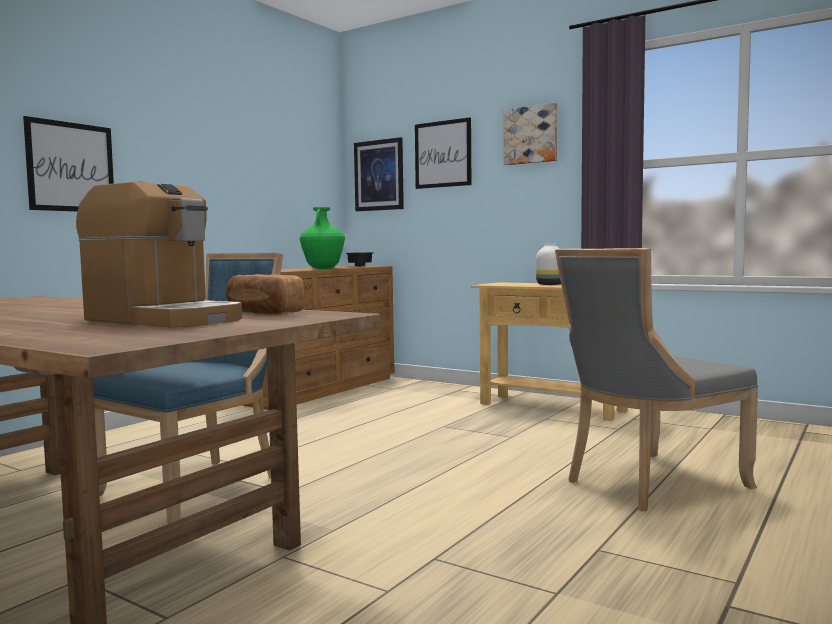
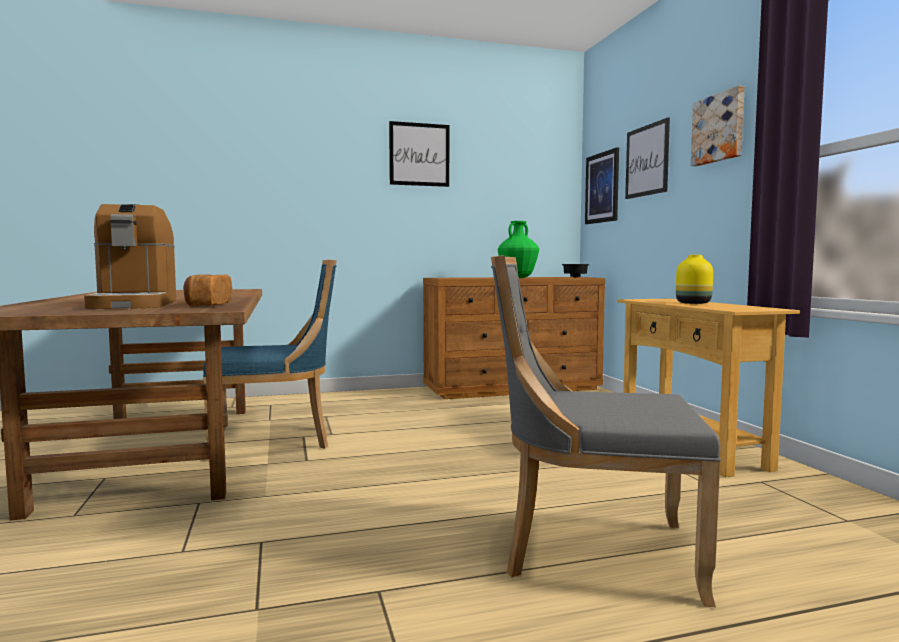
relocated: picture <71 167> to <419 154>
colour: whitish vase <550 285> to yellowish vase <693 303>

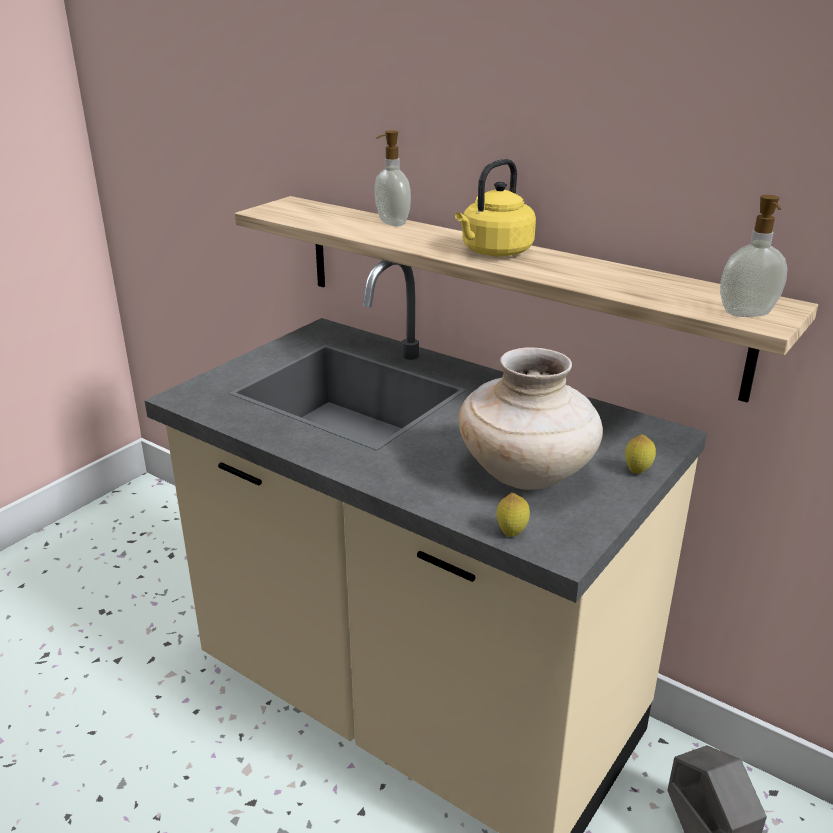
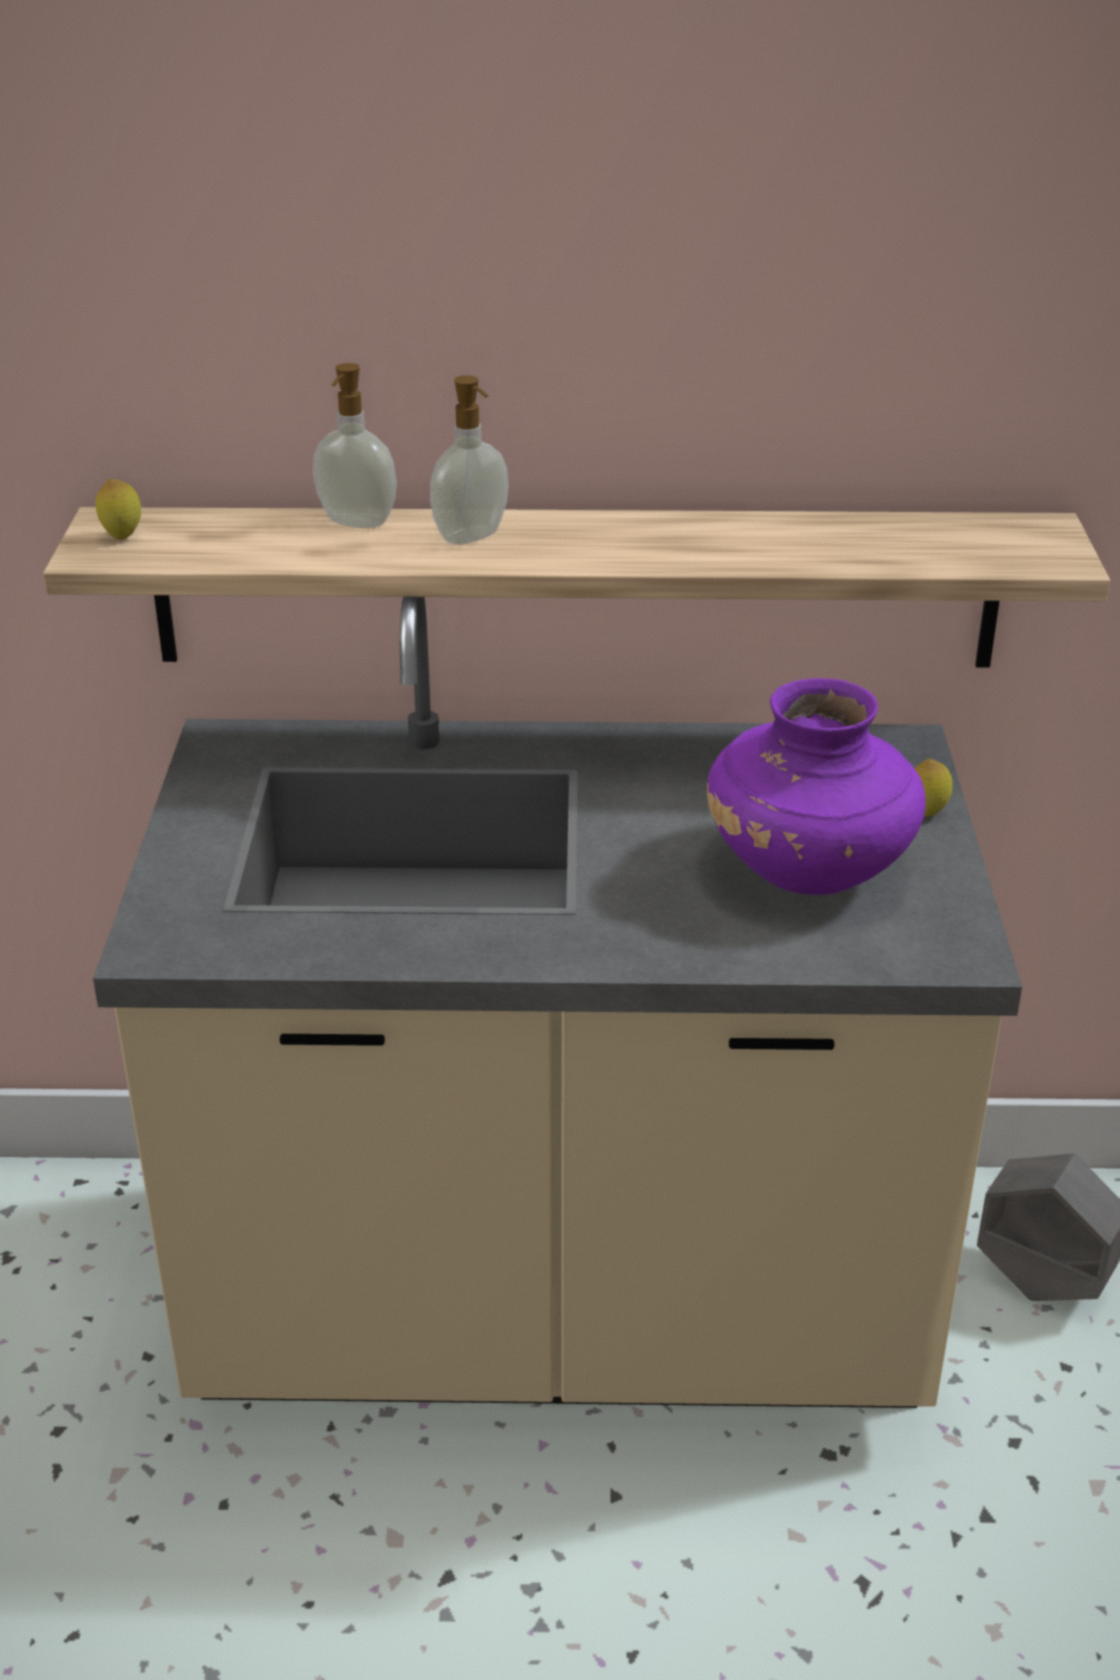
missing: yellowish water kettle <494 252>
relocated: whole lemon <511 533> to <122 536>; soap bottle <747 314> to <472 537>
colour: sand-coloured vase <527 475> to purplish vase <810 870>

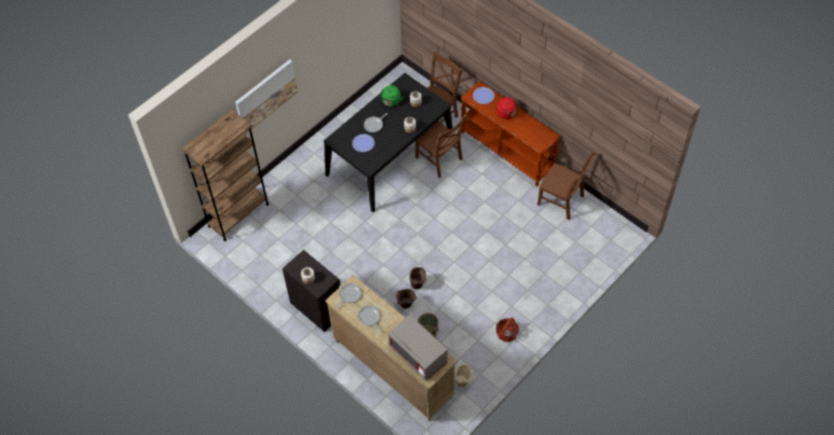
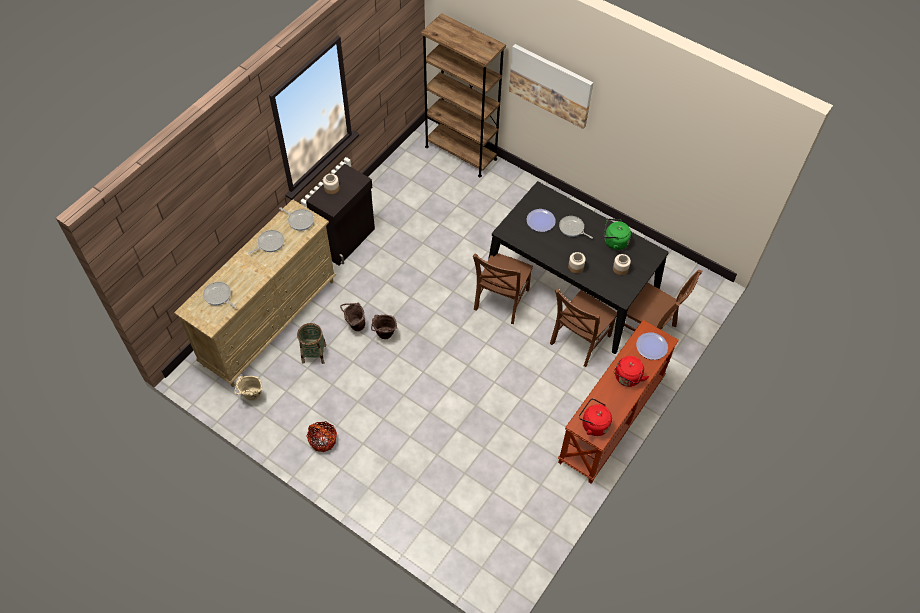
appeared: red water kettle <593 424>
relocated: brownish chair <562 201> to <500 301>
exchanged: greyish microwave <418 355> to skillet <218 296>

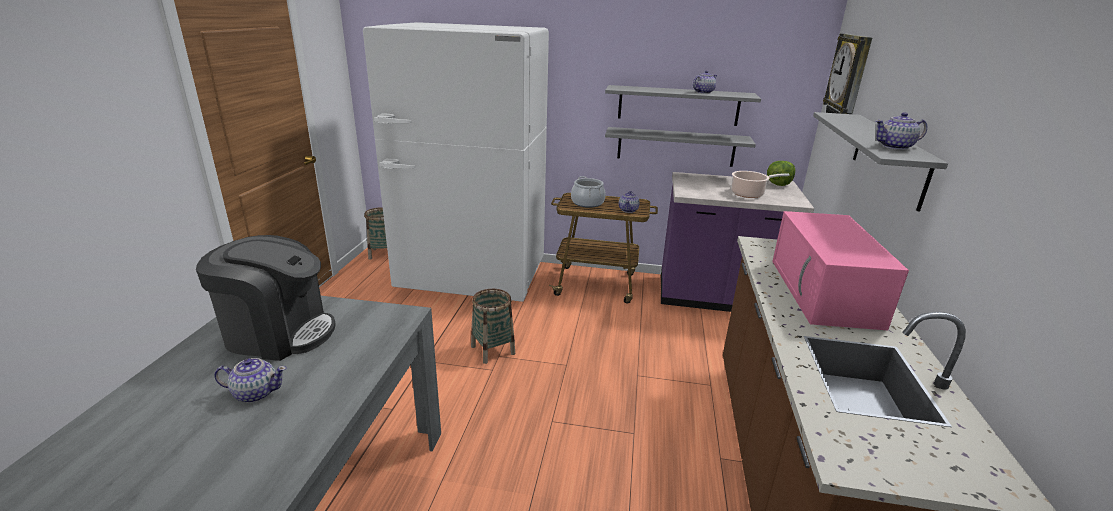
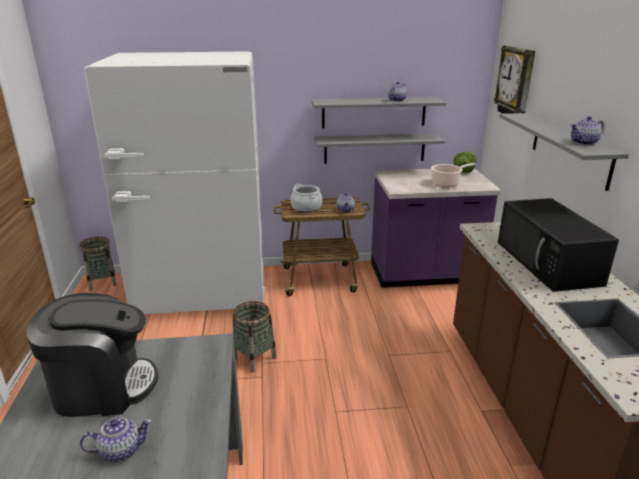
colour: pinkish microwave <825 293> to blackish microwave <549 263>

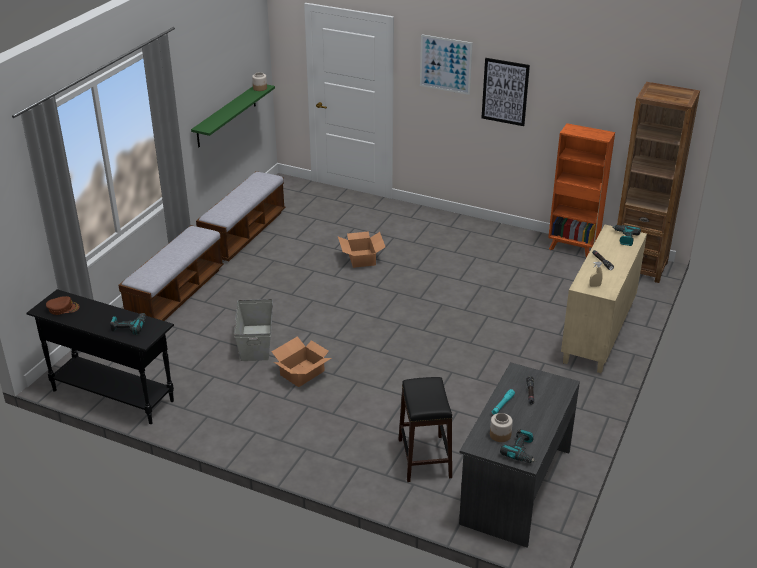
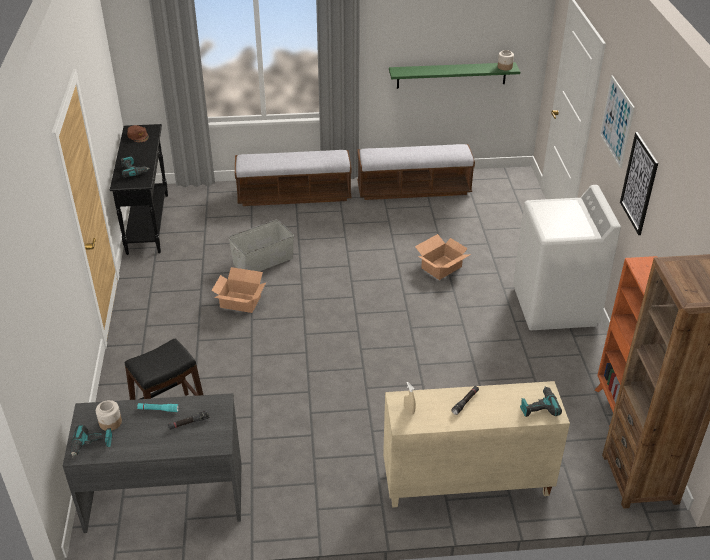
appeared: whitish laundry machine <555 306>

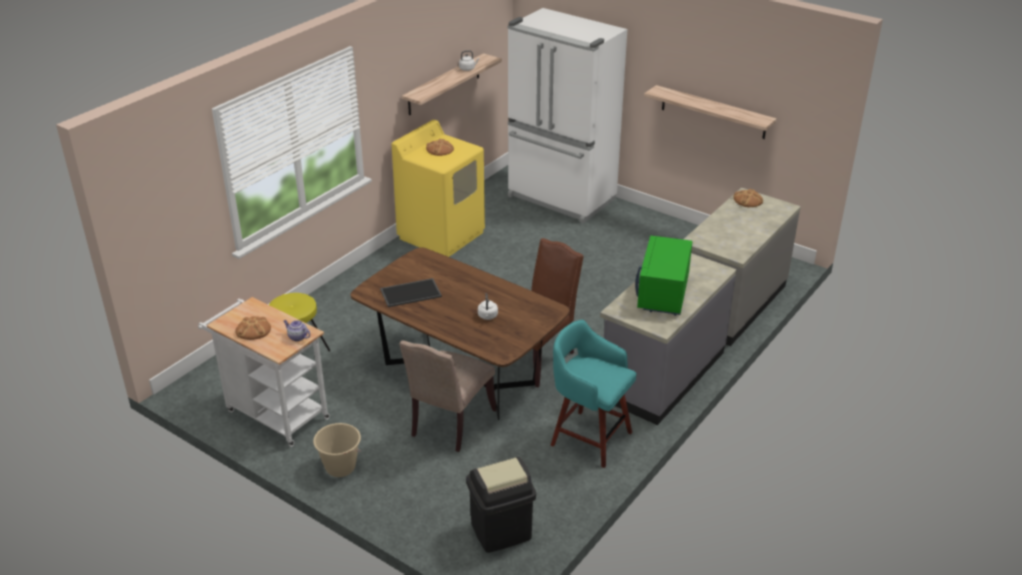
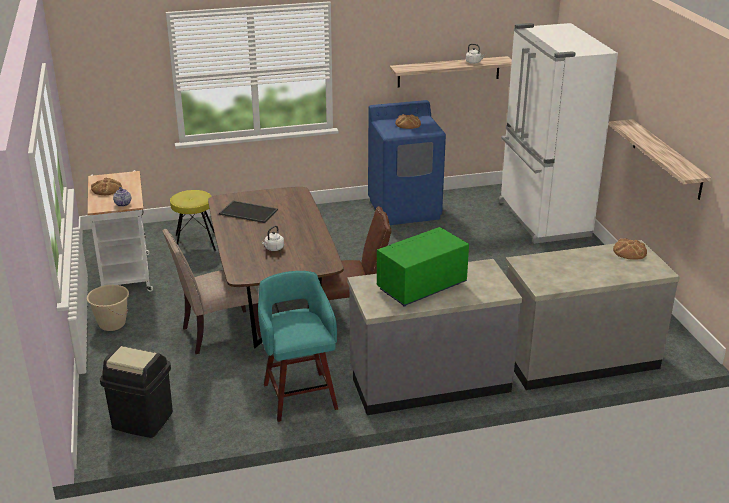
colour: yellowish laundry machine <441 235> to blue-coloured laundry machine <405 209>

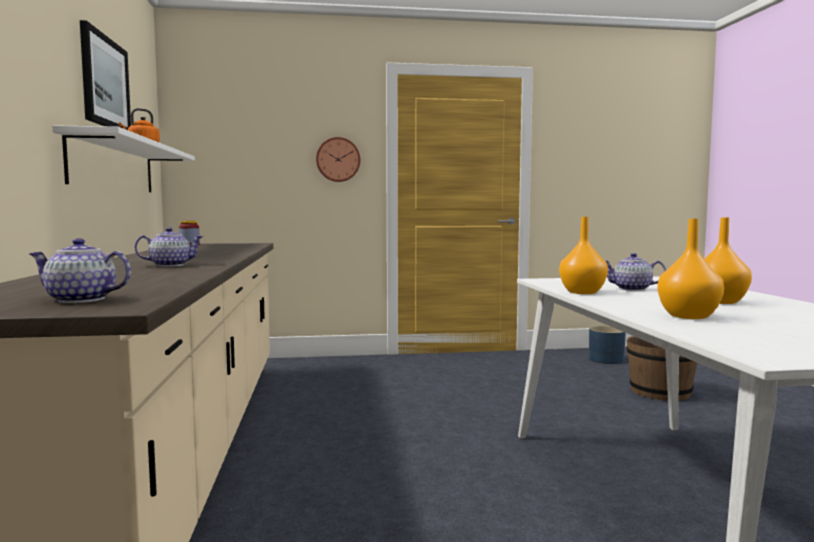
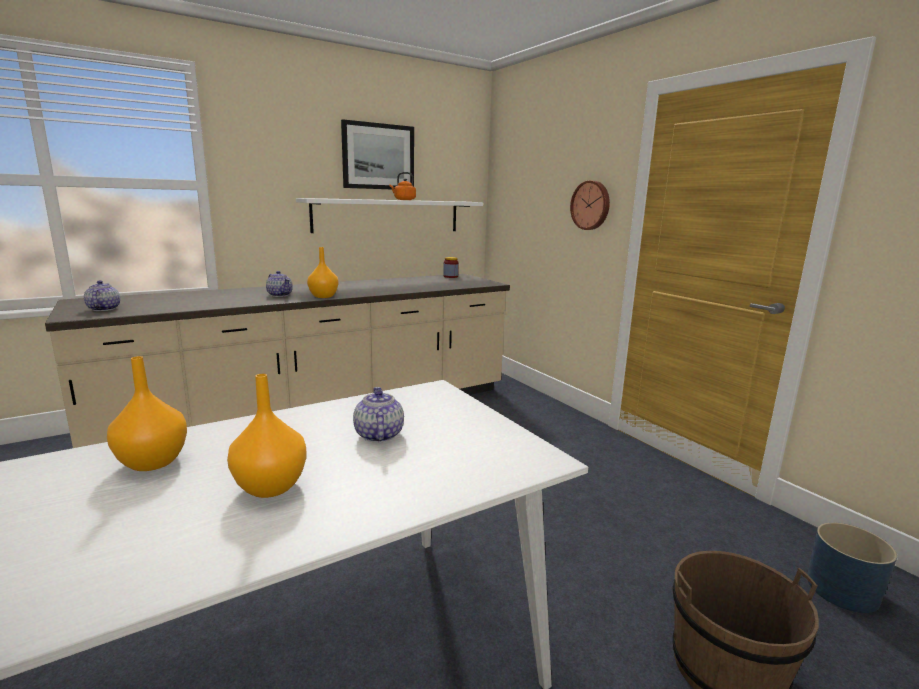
relocated: orange vase <582 292> to <323 296>

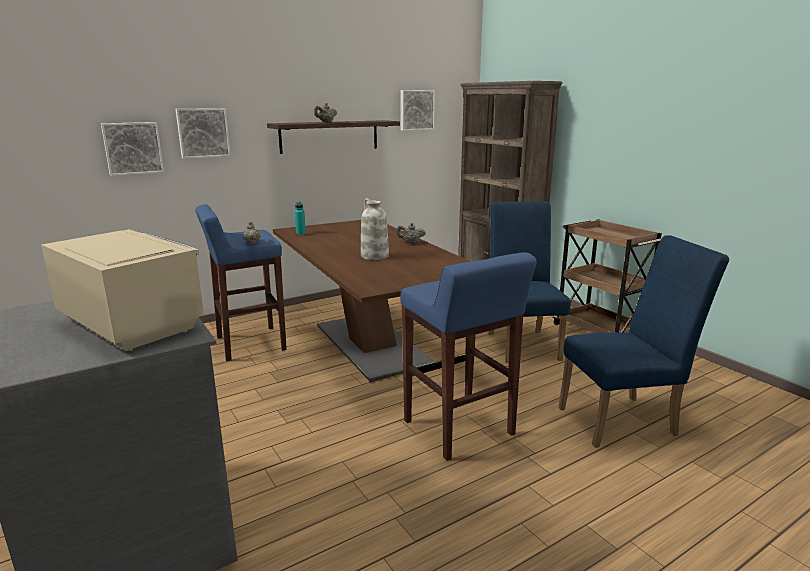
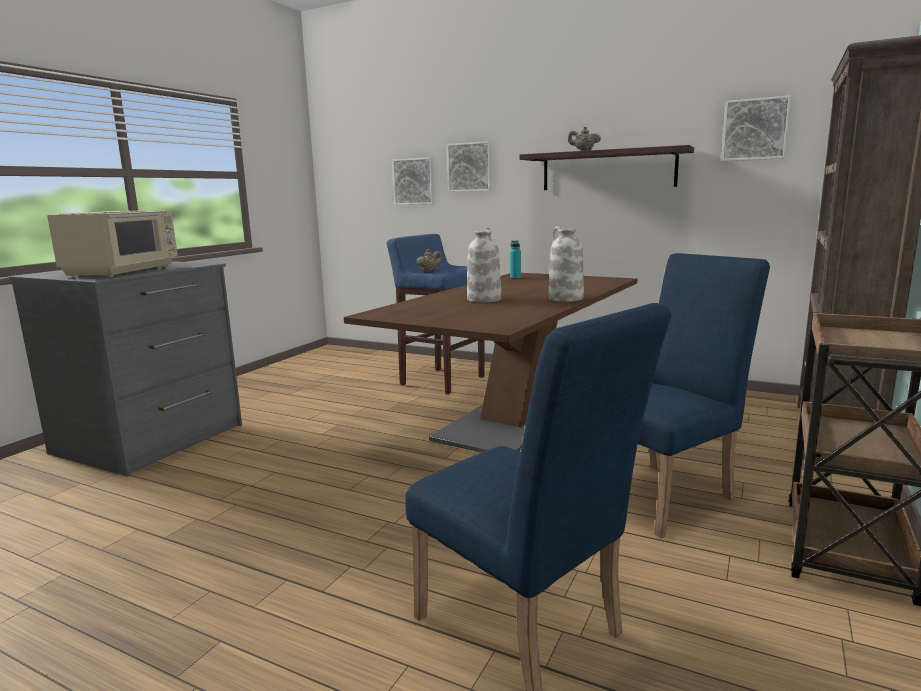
missing: blue-coloured stool <459 429>
exchanged: sand-coloured tea pot <411 243> to whitish vase <565 298>

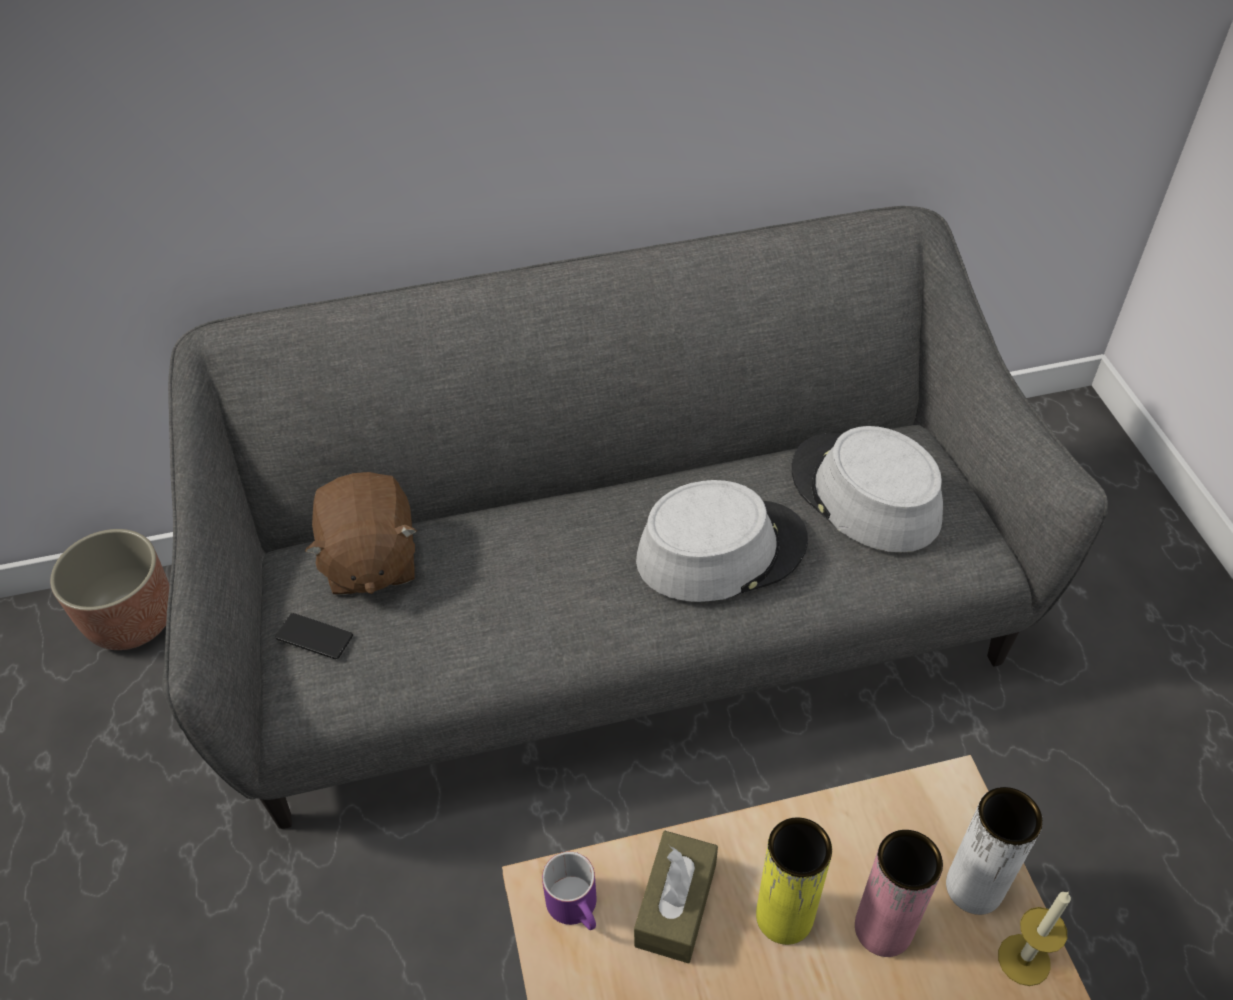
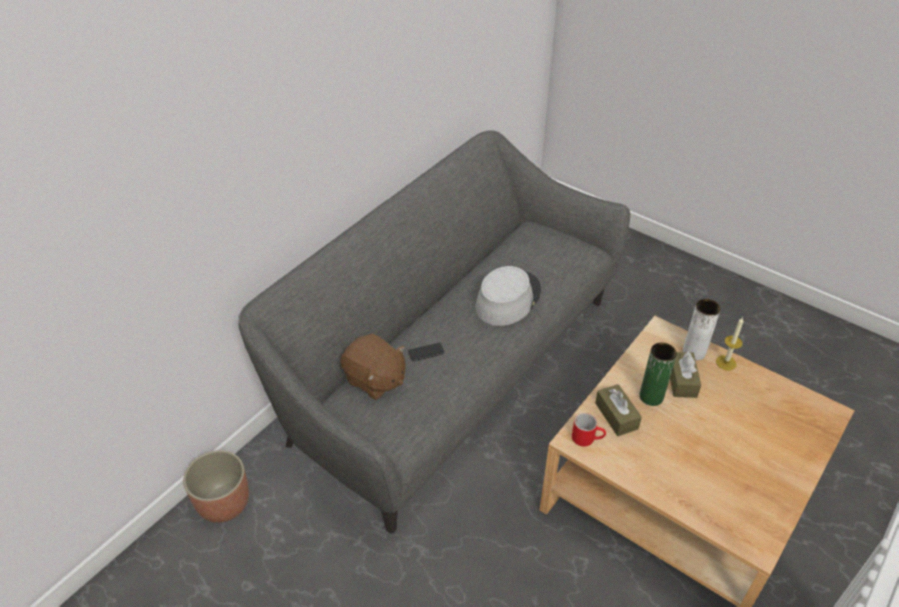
missing: greyish hat <864 494>
relocated: telephone <314 637> to <426 352>
exchanged: pinkish vase <883 928> to brownish tissue box <681 380>
colour: purplish tea mug <578 908> to red tea mug <587 438>; yellowish vase <784 916> to green vase <651 396>

